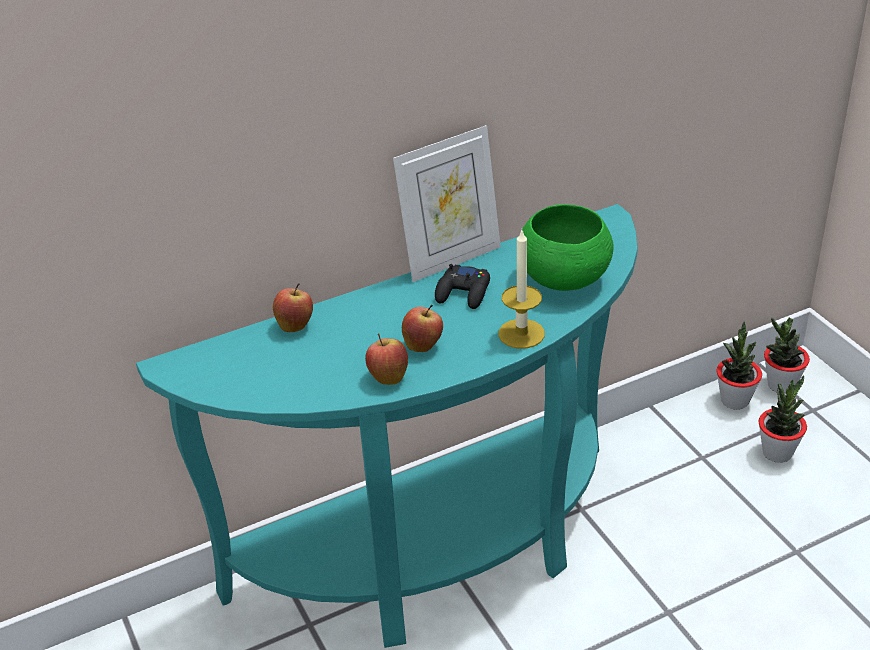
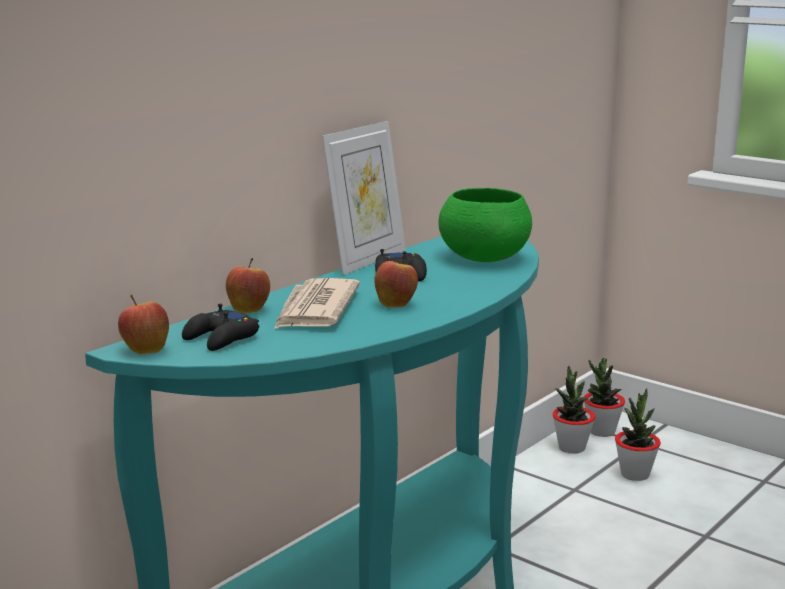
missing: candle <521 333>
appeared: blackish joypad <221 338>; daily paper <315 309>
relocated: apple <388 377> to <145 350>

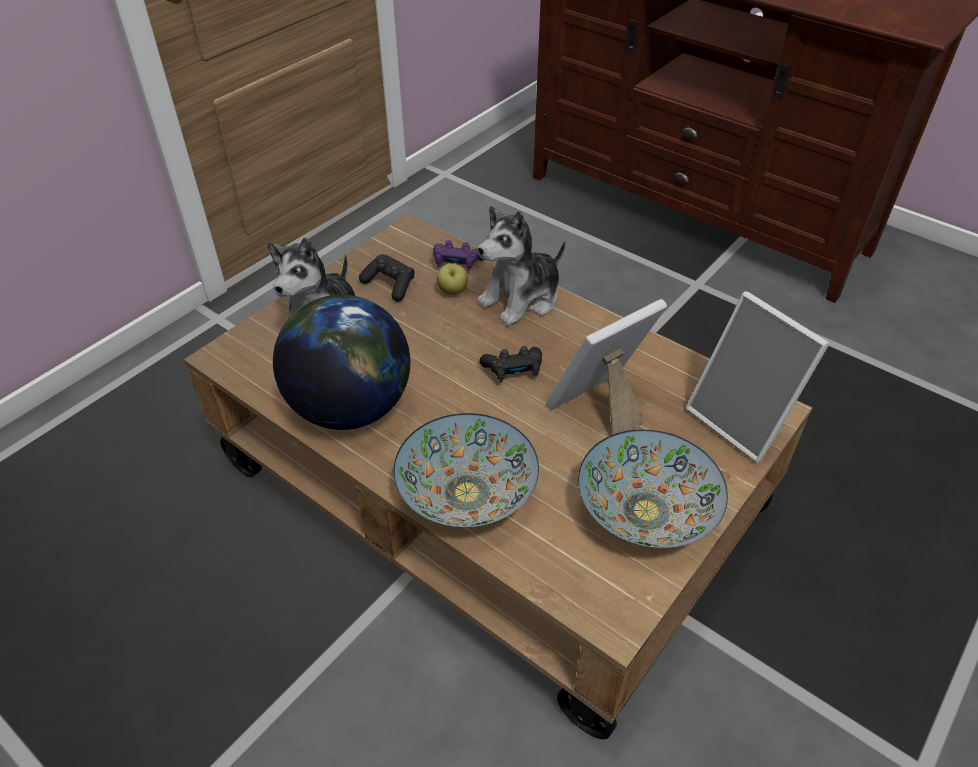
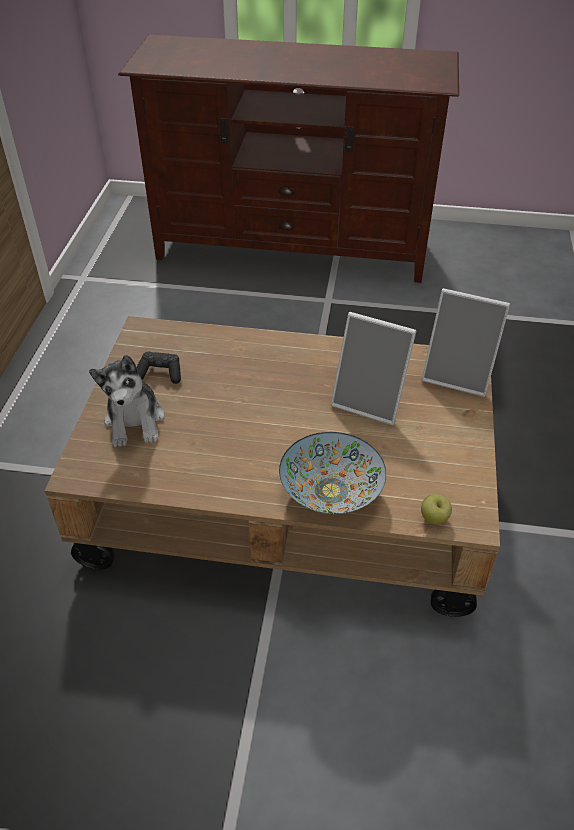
missing: globe <350 407>; purplish joypad <457 263>; soft toy <521 299>; blackish joypad <513 371>; serving bowl <645 512>
relocated: apple <452 291> to <434 518>
spun: picture frame <600 407> = <370 401> 90 degrees counterclockwise

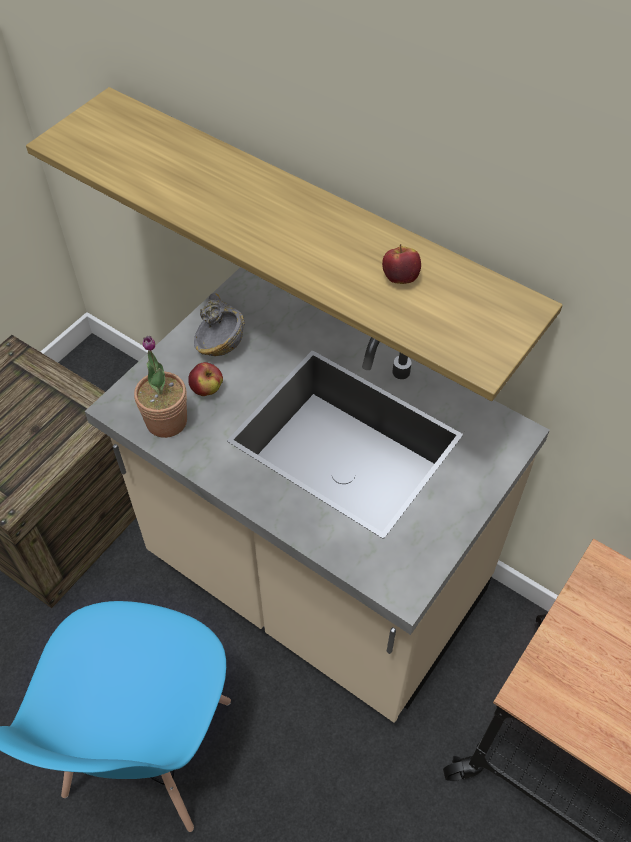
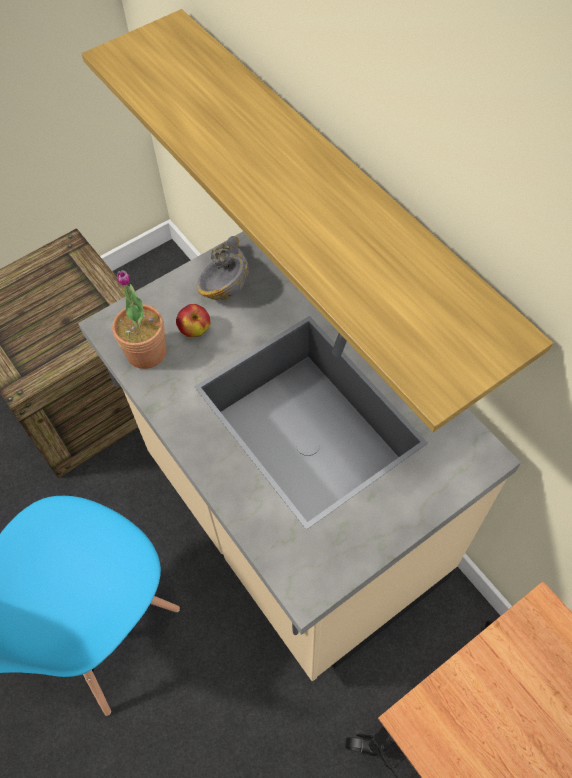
missing: apple <400 278>

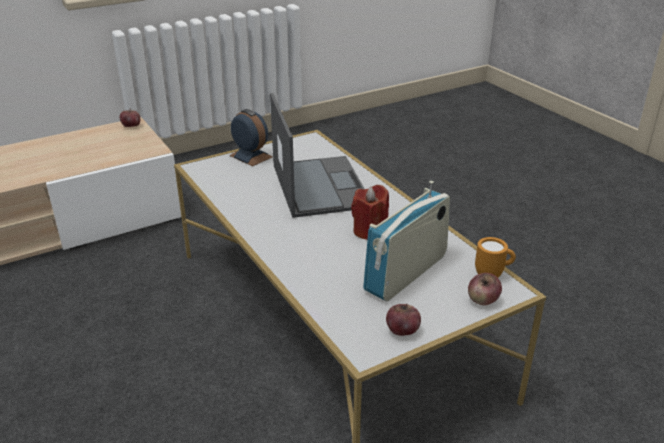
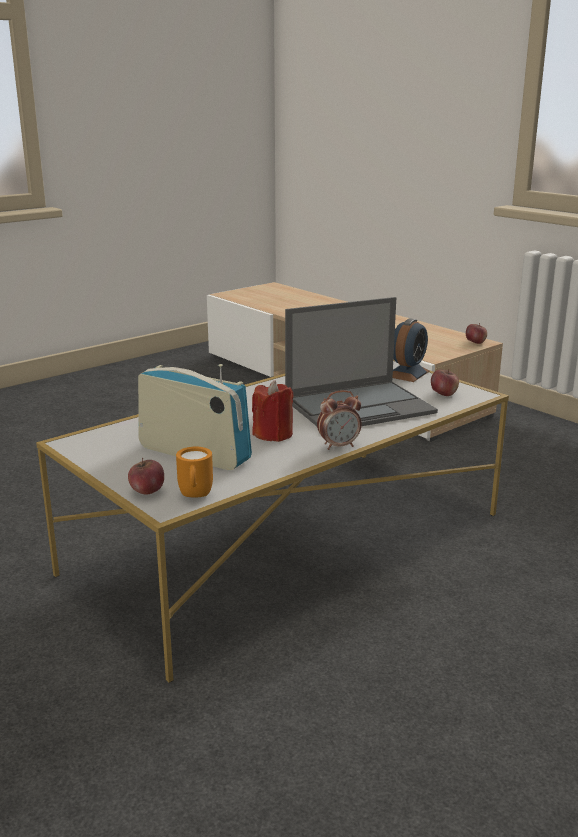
appeared: bedside clock <339 446>
relocated: apple <402 331> to <444 394>

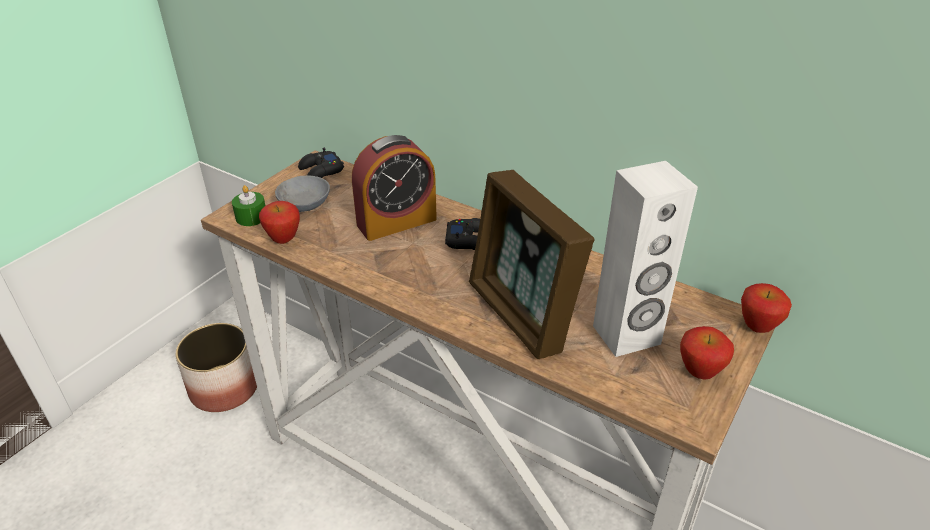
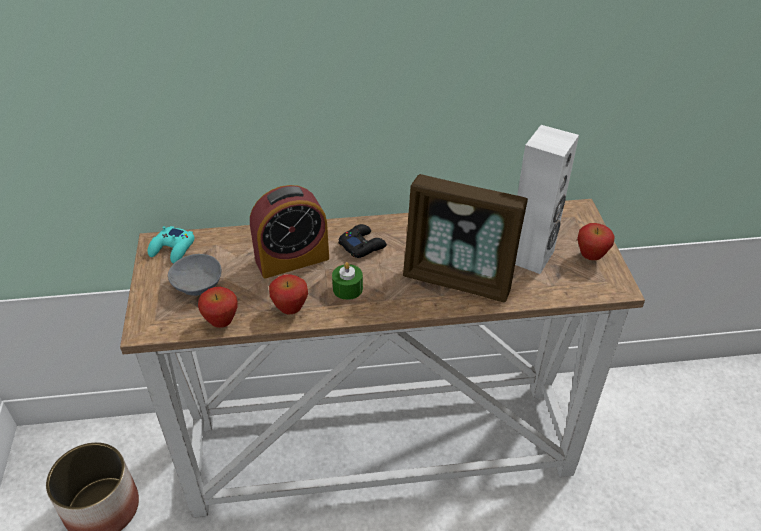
relocated: green candle <251 217> to <347 288>; apple <757 327> to <290 309>
colour: blackish joypad <321 171> to blue-green joypad <172 249>
spun: bedside clock <396 222> = <292 259> 45 degrees clockwise

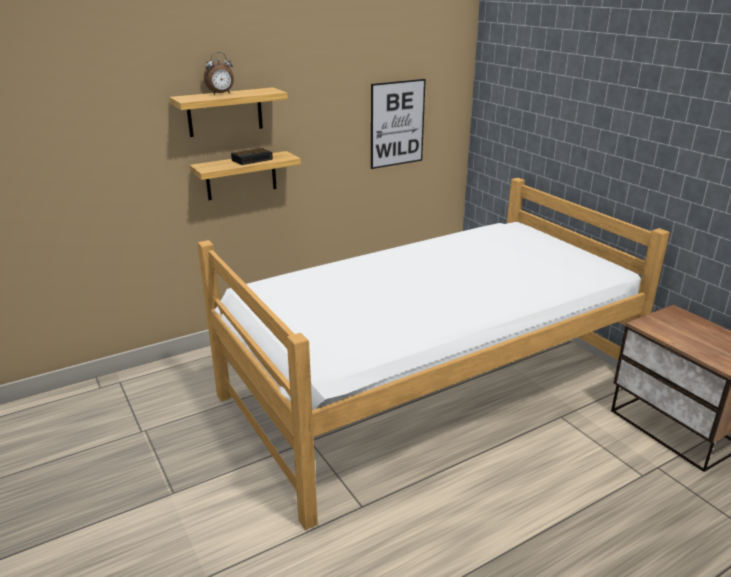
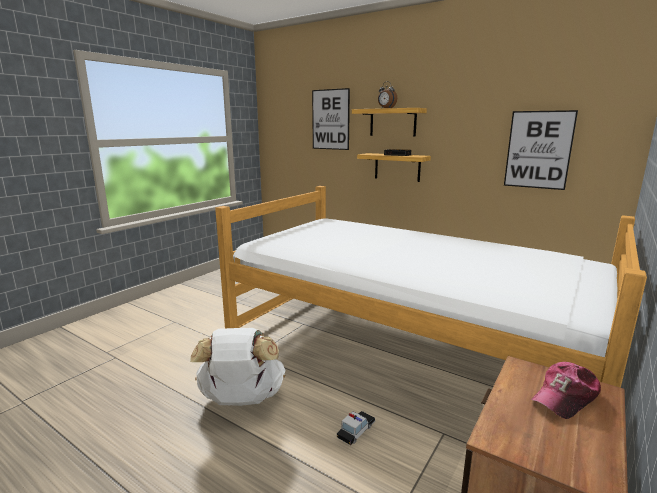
appeared: whitish knapsack <241 400>; picture <330 119>; toy car <356 430>; cap <565 397>

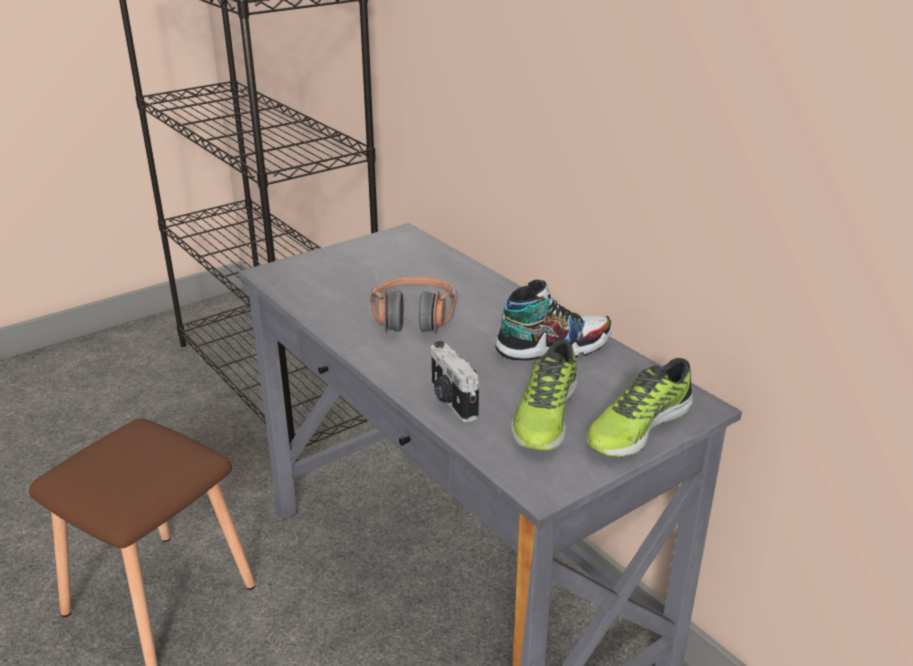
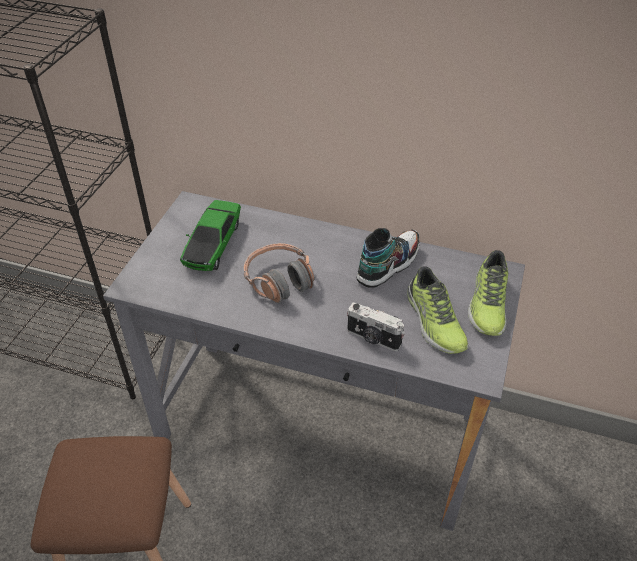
appeared: toy car <213 244>

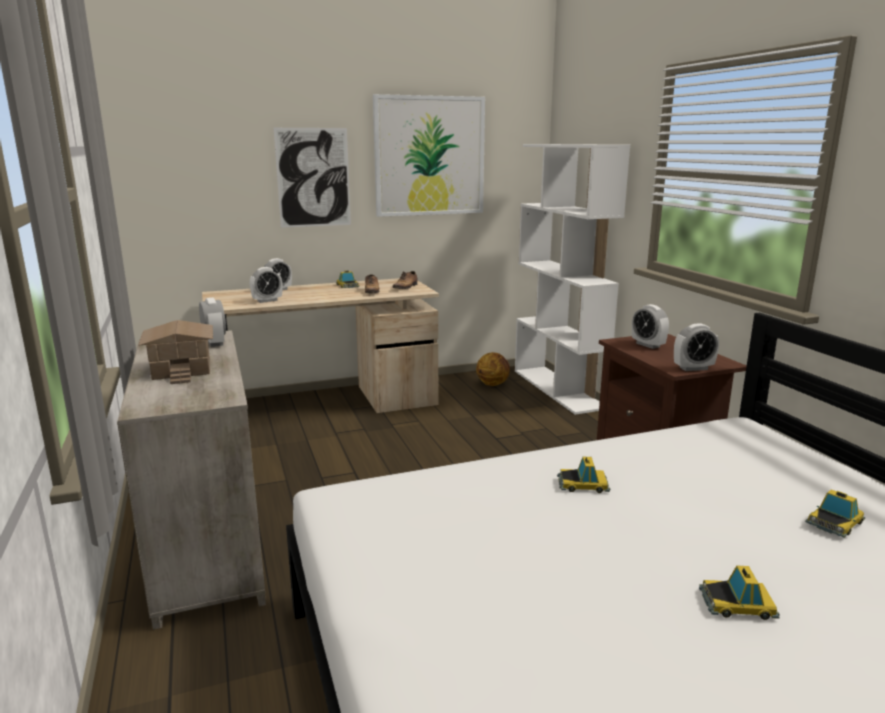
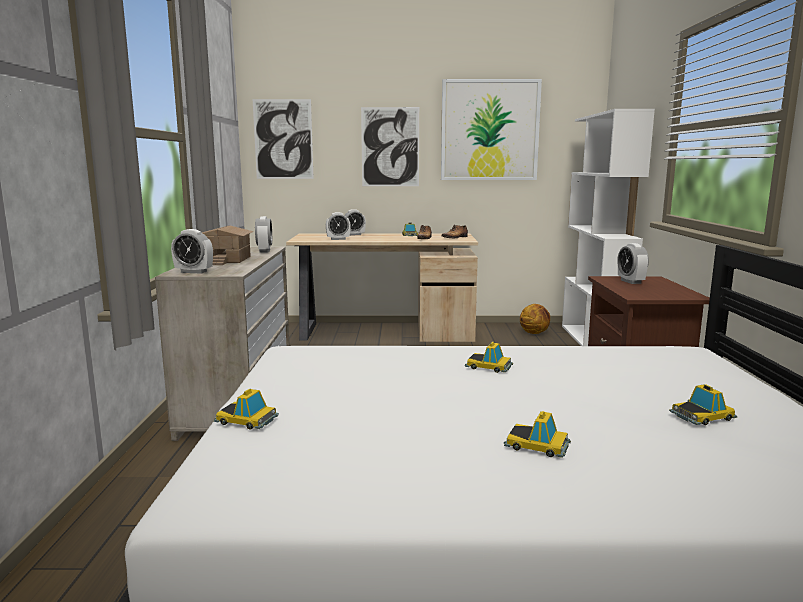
appeared: toy car <246 419>; picture <283 139>
relocated: bedside clock <693 368> to <194 272>

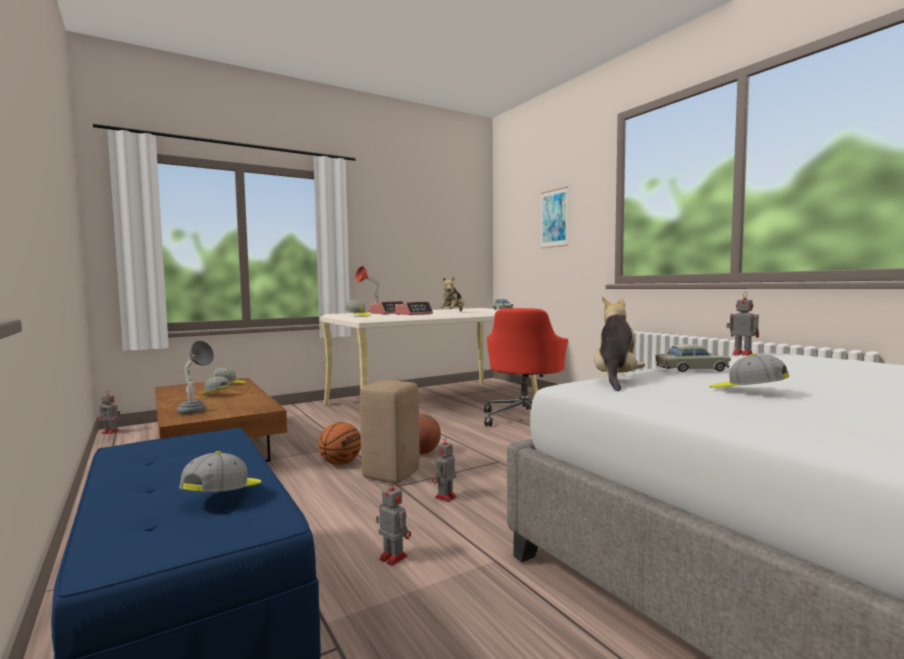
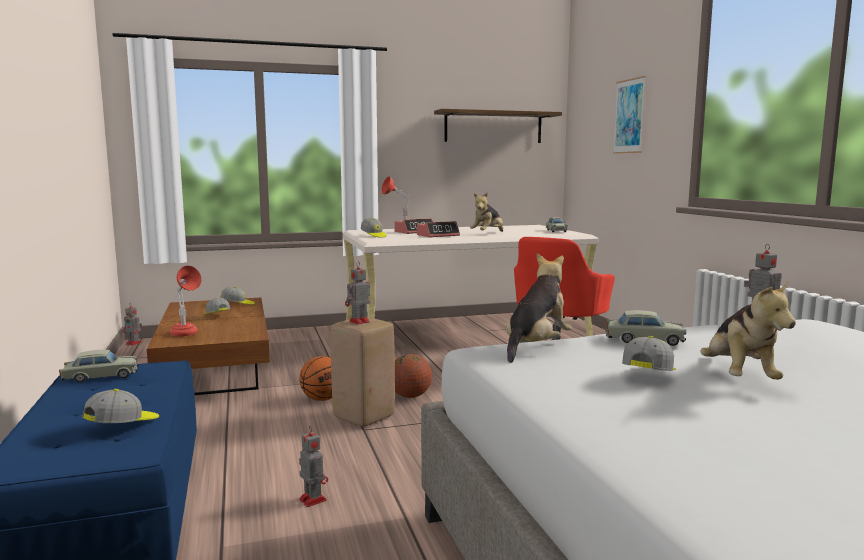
appeared: sand-coloured toy car <101 376>; shelf <493 127>; soft toy <738 377>
relocated: toy robot <445 498> to <358 322>
colour: greyish tabletop lamp <196 412> to red tabletop lamp <187 335>
spun: cap <746 391> = <649 376> 60 degrees clockwise

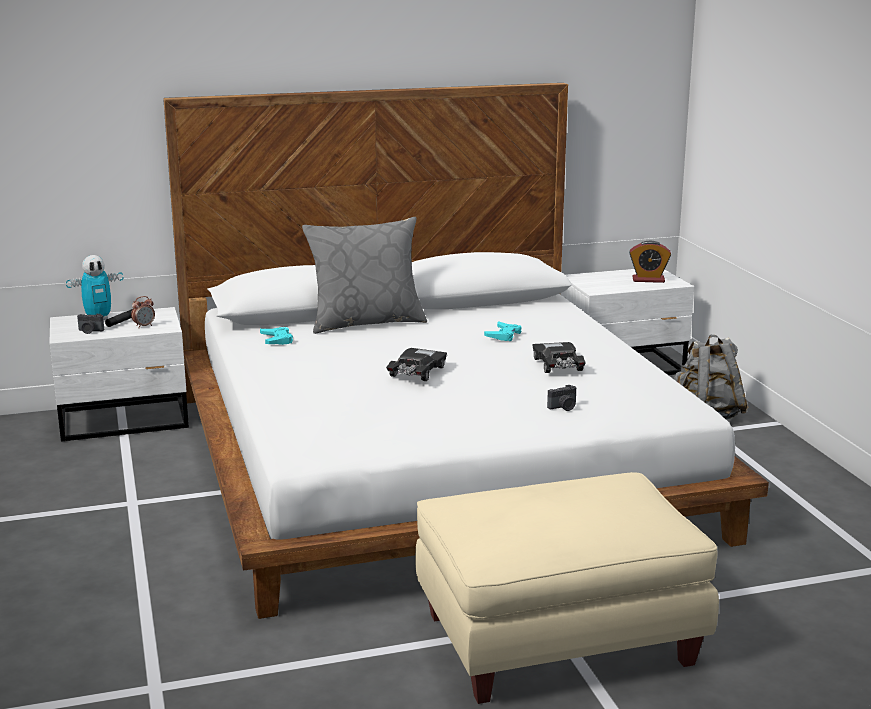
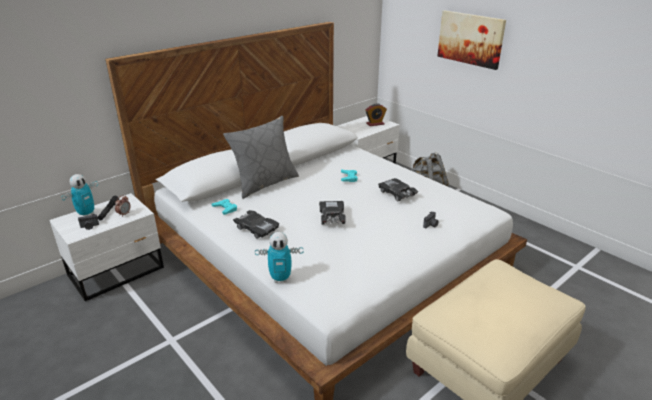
appeared: blackish toy car <256 228>; toy robot <280 278>; picture <470 39>

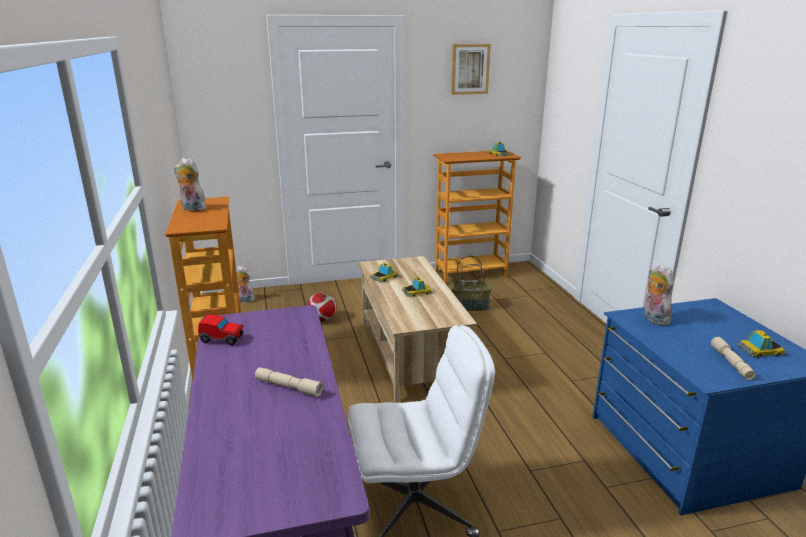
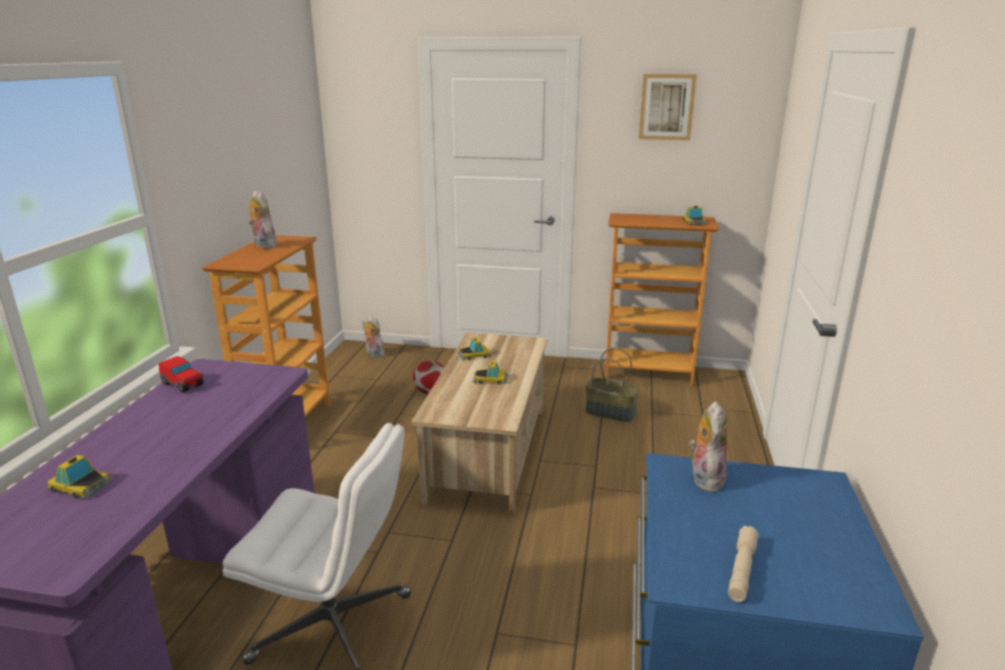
missing: sand-coloured hand torch <288 387>
relocated: toy car <760 350> to <81 485>

